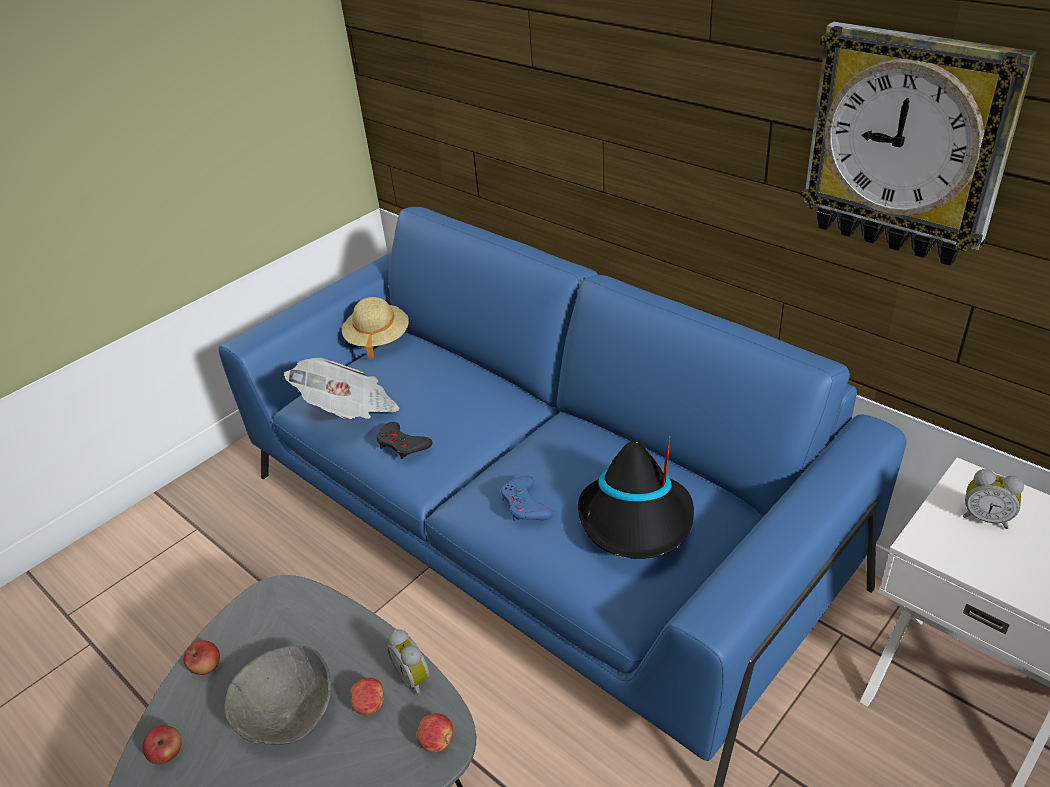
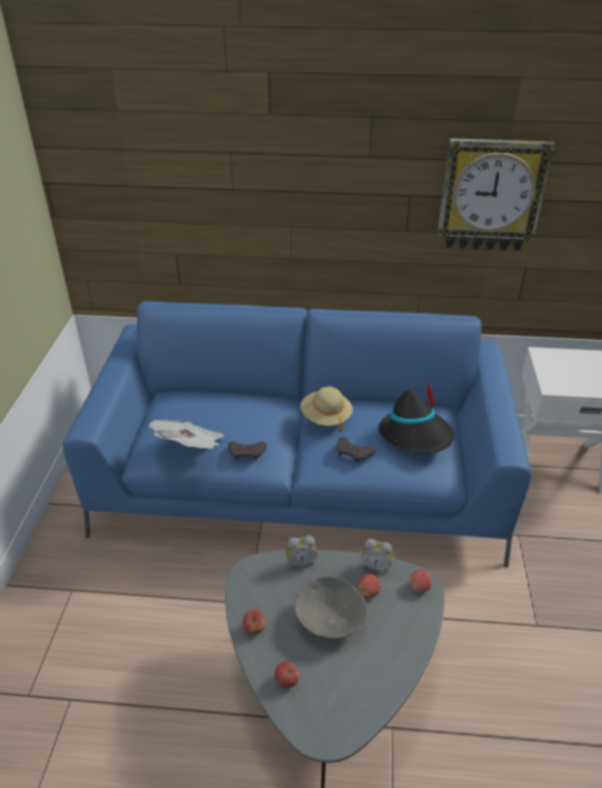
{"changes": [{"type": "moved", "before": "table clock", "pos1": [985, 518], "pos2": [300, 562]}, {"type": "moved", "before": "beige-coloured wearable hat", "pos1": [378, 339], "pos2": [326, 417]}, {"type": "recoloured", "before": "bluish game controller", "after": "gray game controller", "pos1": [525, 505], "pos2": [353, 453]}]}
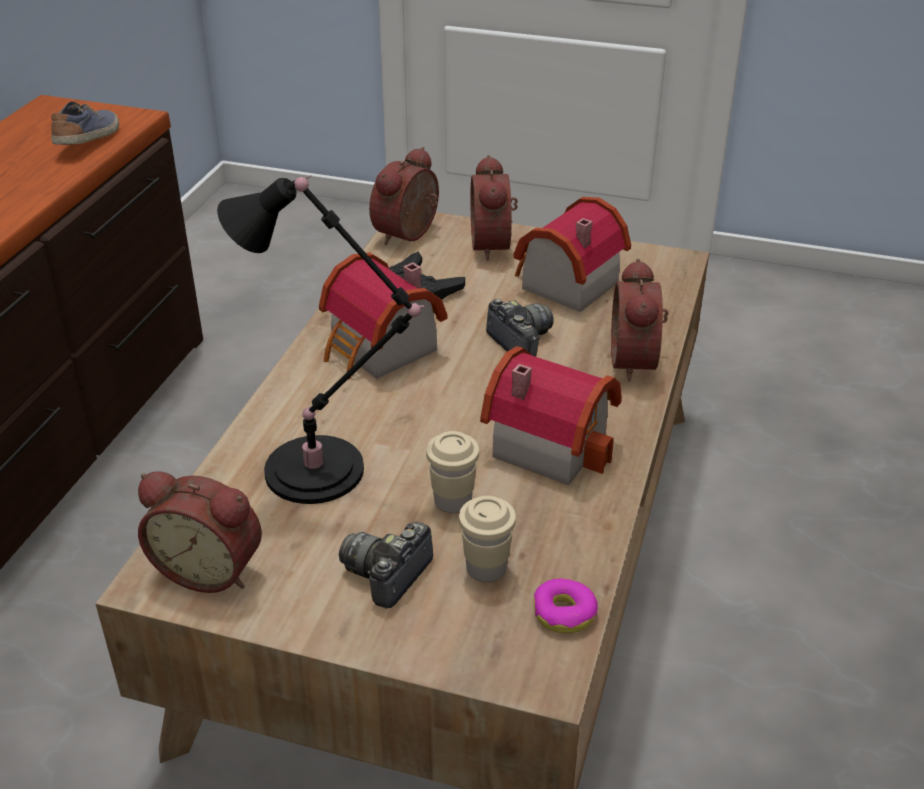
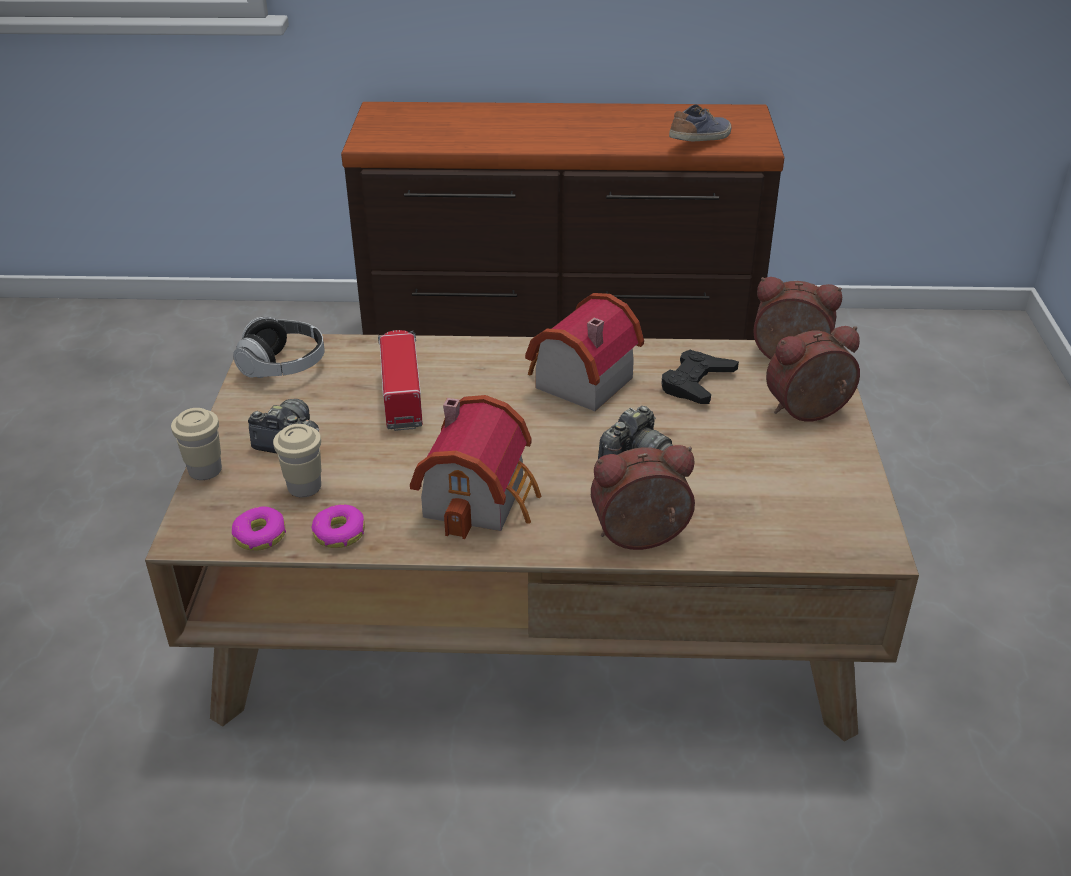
{"changes": [{"type": "moved", "before": "beige-coloured small cup", "pos1": [453, 501], "pos2": [205, 471]}, {"type": "replaced", "before": "table clock", "after": "headphones", "pos1": [211, 568], "pos2": [283, 366]}, {"type": "added", "after": "doughnut", "pos2": [339, 533]}, {"type": "replaced", "before": "blackish table lamp", "after": "toy truck", "pos1": [323, 471], "pos2": [401, 388]}, {"type": "turned", "before": "shoe", "pos1": [90, 140], "pos2": [701, 140], "turn": -45}, {"type": "removed", "before": "toy house", "pos1": [563, 284]}]}
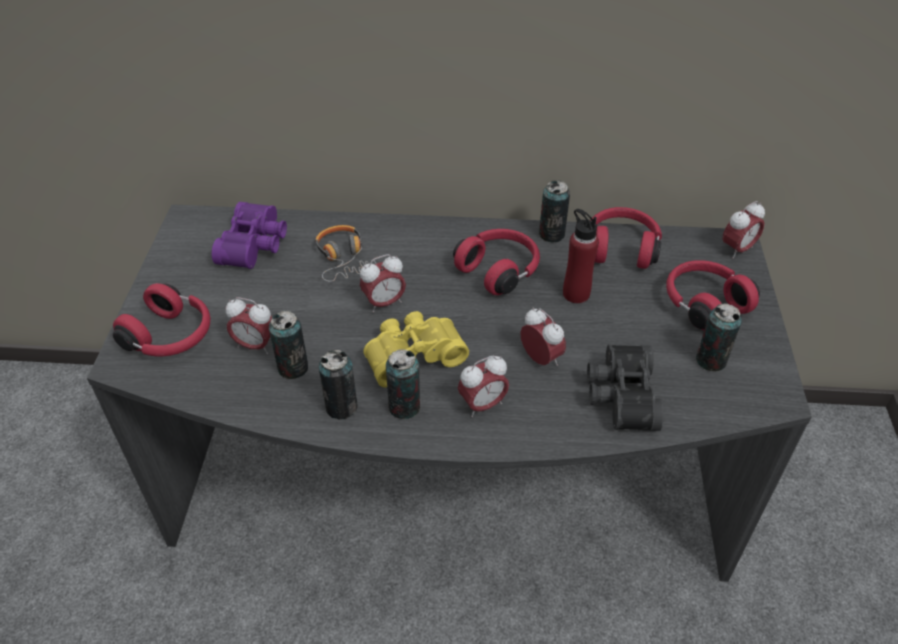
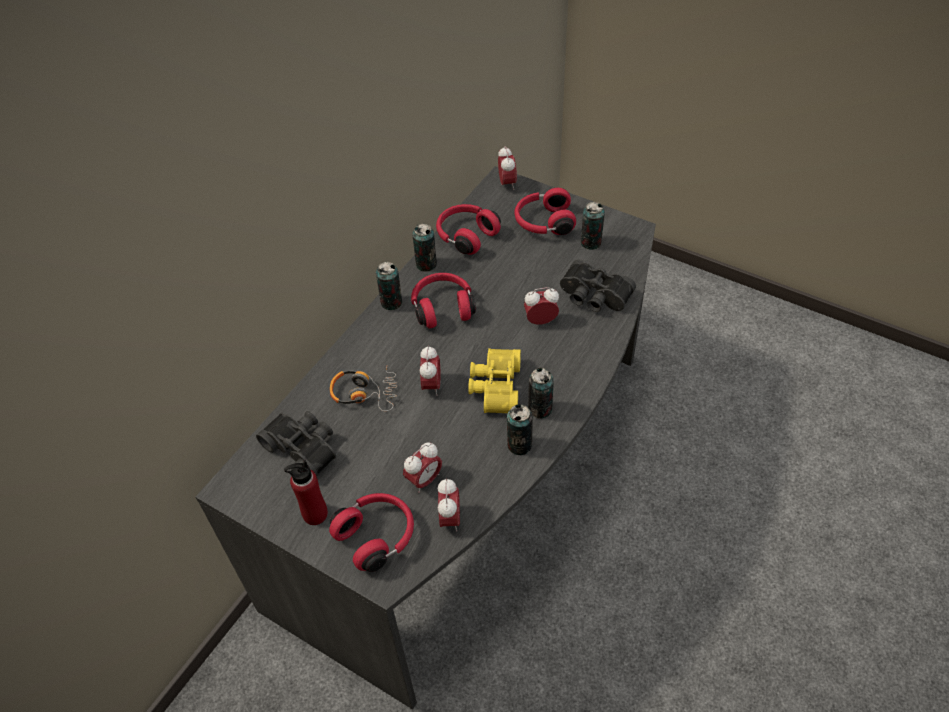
{"changes": [{"type": "recoloured", "before": "purplish binoculars", "after": "blackish binoculars", "pos1": [256, 245], "pos2": [304, 447]}, {"type": "moved", "before": "reddish beverage bottle", "pos1": [576, 294], "pos2": [315, 514]}, {"type": "moved", "before": "metal can", "pos1": [293, 368], "pos2": [391, 302]}, {"type": "moved", "before": "table clock", "pos1": [482, 405], "pos2": [450, 519]}]}
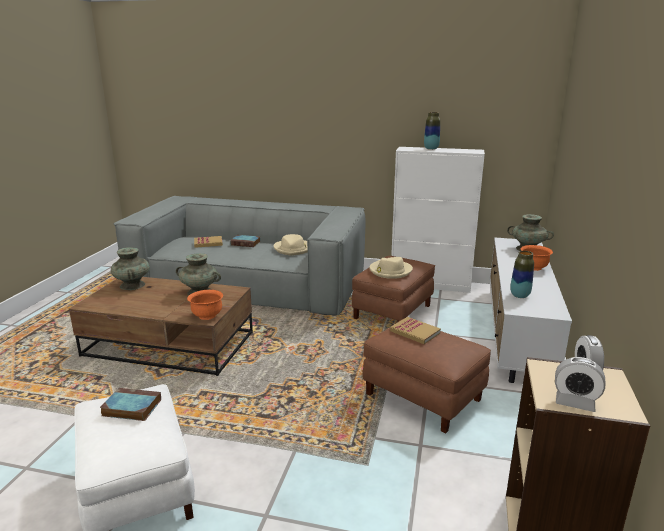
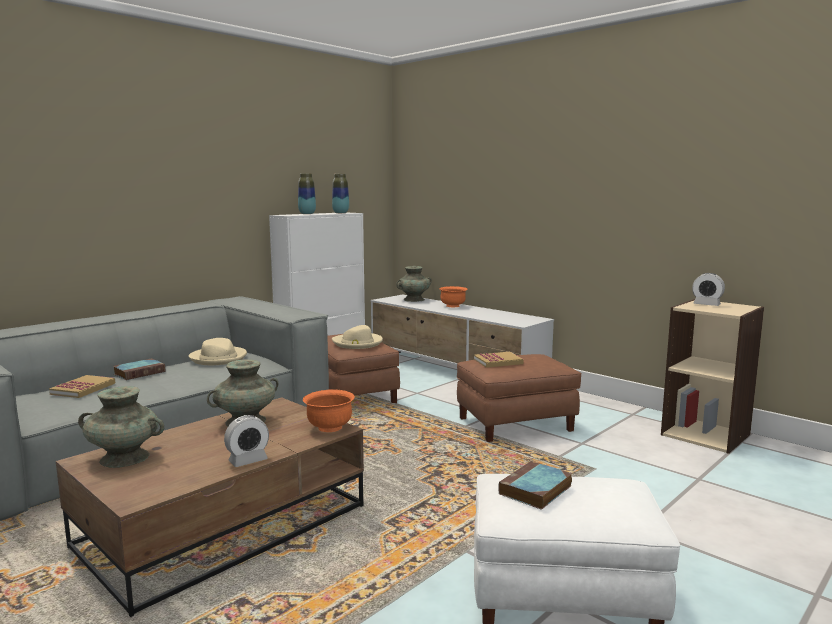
{"changes": [{"type": "moved", "before": "table clock", "pos1": [575, 403], "pos2": [248, 461]}, {"type": "moved", "before": "flower vase", "pos1": [519, 295], "pos2": [340, 213]}]}
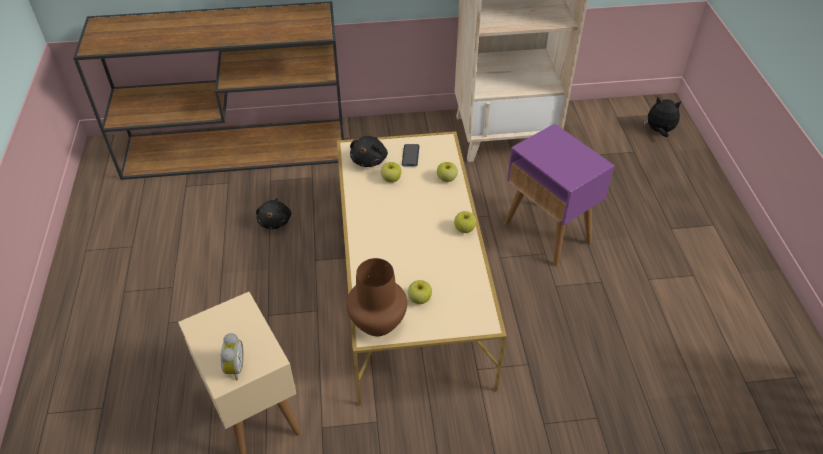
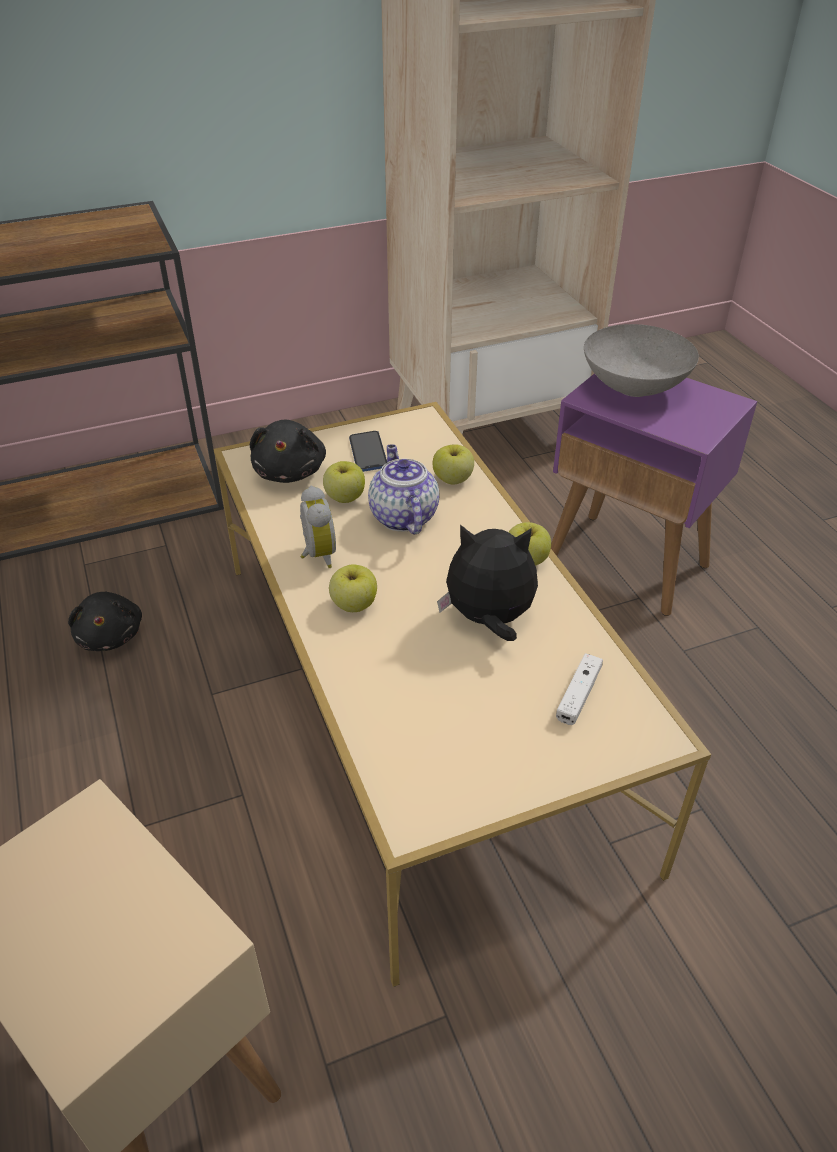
{"changes": [{"type": "moved", "before": "table clock", "pos1": [233, 368], "pos2": [316, 555]}, {"type": "moved", "before": "whole apple", "pos1": [419, 299], "pos2": [354, 604]}, {"type": "added", "after": "tea pot", "pos2": [402, 516]}, {"type": "moved", "before": "cuddly toy", "pos1": [659, 131], "pos2": [489, 620]}, {"type": "added", "after": "white-coloured game controller", "pos2": [578, 695]}, {"type": "added", "after": "gray bowl", "pos2": [635, 389]}, {"type": "removed", "before": "brownish flower vase", "pos1": [377, 323]}]}
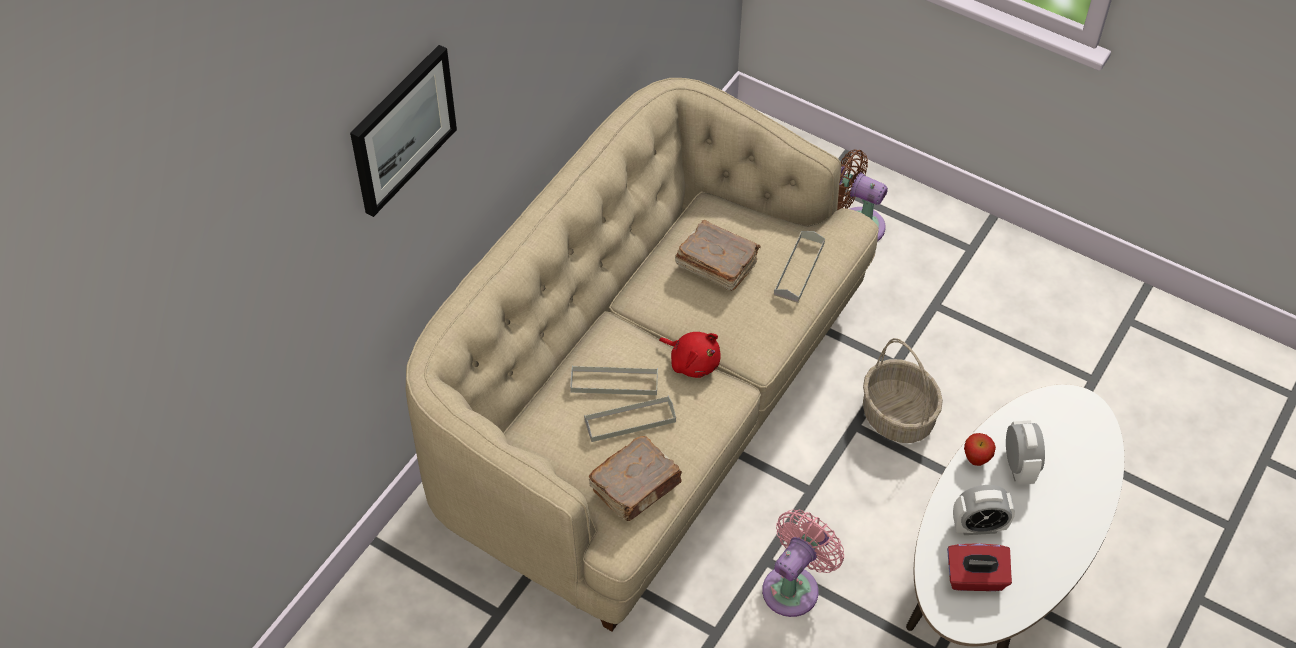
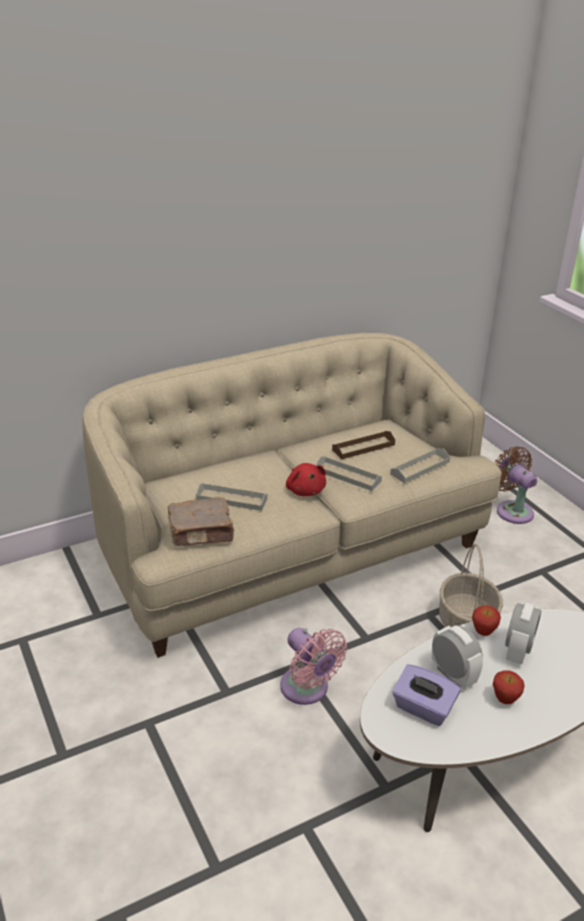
{"changes": [{"type": "turned", "before": "pink-coloured fan", "pos1": [794, 586], "pos2": [307, 689], "turn": 75}, {"type": "moved", "before": "gray carrying tray", "pos1": [614, 382], "pos2": [347, 476]}, {"type": "replaced", "before": "brownish volume", "after": "brownish carrying tray", "pos1": [715, 264], "pos2": [363, 447]}, {"type": "recoloured", "before": "reddish box of tissues", "after": "purplish box of tissues", "pos1": [975, 578], "pos2": [423, 708]}, {"type": "turned", "before": "table clock", "pos1": [978, 527], "pos2": [453, 675], "turn": -150}, {"type": "added", "after": "whole apple", "pos2": [505, 700]}, {"type": "removed", "before": "wall art", "pos1": [402, 129]}]}
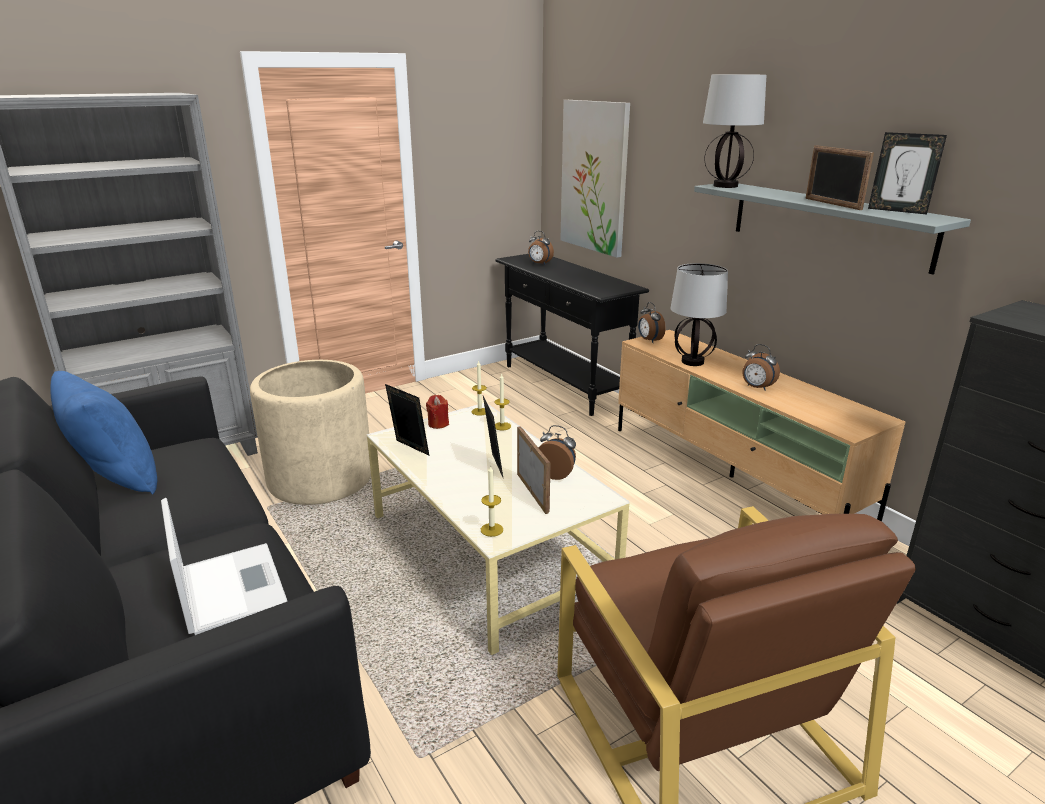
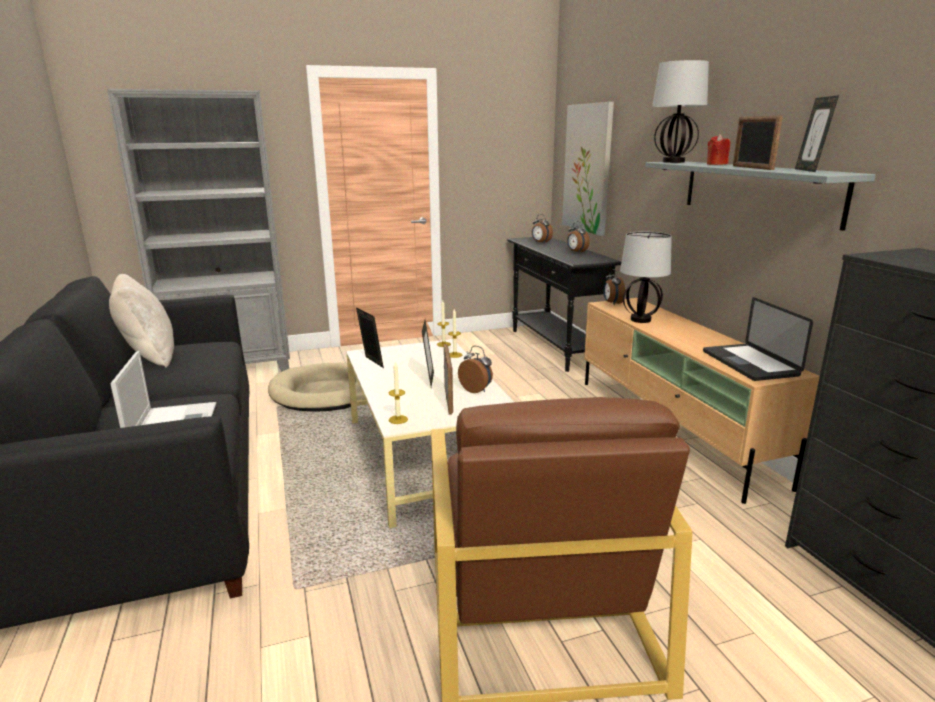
{"changes": [{"type": "recoloured", "before": "bluish cushion", "after": "beige-coloured cushion", "pos1": [116, 478], "pos2": [149, 356]}, {"type": "replaced", "before": "beige-coloured plant pot", "after": "beige-coloured pet bed", "pos1": [321, 478], "pos2": [326, 393]}, {"type": "moved", "before": "table clock", "pos1": [756, 388], "pos2": [576, 252]}, {"type": "added", "after": "portable computer", "pos2": [749, 363]}, {"type": "moved", "before": "reddish wax light", "pos1": [438, 424], "pos2": [716, 164]}, {"type": "turned", "before": "picture frame", "pos1": [897, 210], "pos2": [809, 170], "turn": 45}]}
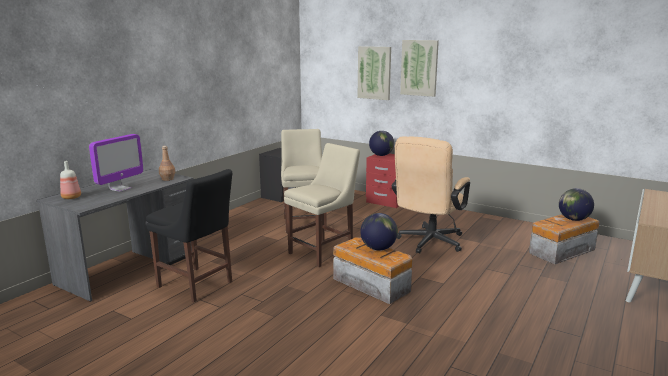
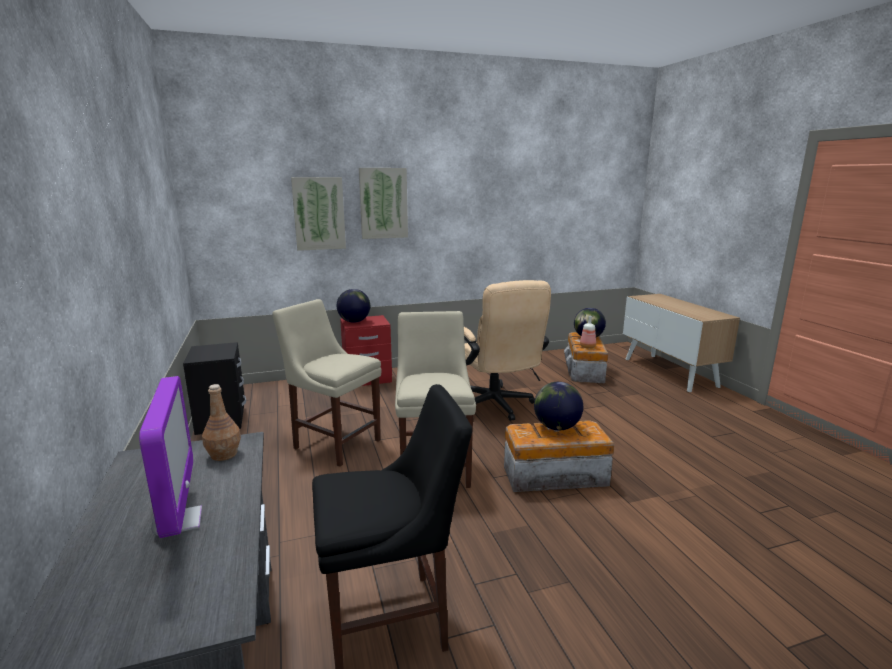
{"changes": [{"type": "moved", "before": "beverage bottle", "pos1": [72, 197], "pos2": [587, 346]}]}
